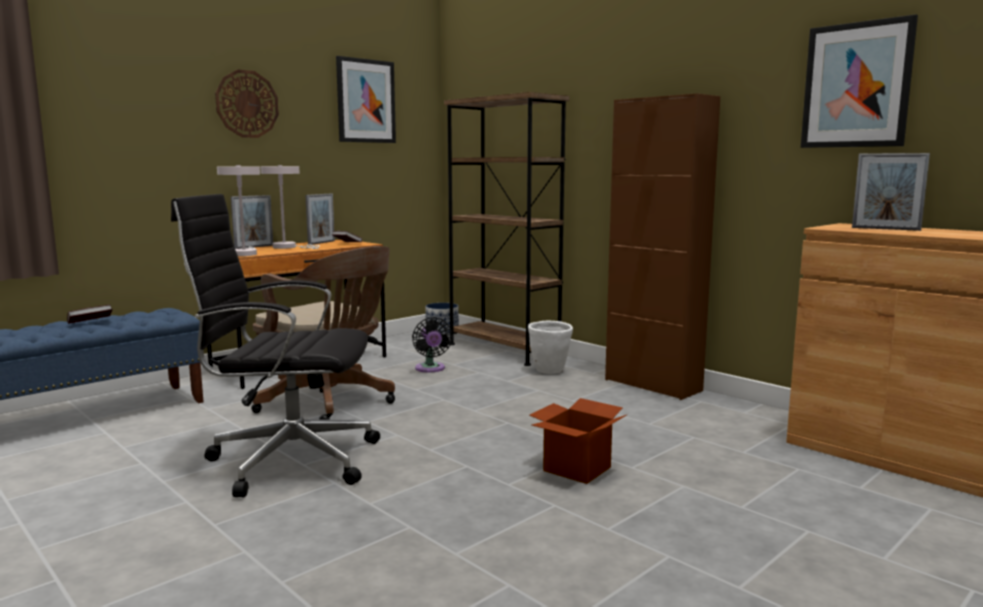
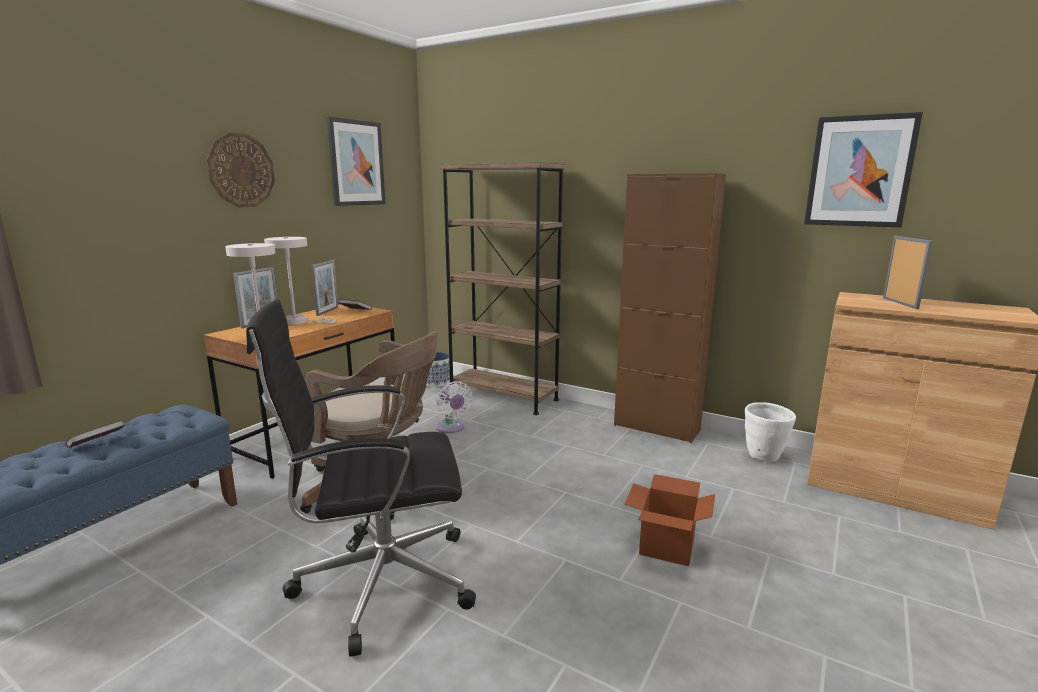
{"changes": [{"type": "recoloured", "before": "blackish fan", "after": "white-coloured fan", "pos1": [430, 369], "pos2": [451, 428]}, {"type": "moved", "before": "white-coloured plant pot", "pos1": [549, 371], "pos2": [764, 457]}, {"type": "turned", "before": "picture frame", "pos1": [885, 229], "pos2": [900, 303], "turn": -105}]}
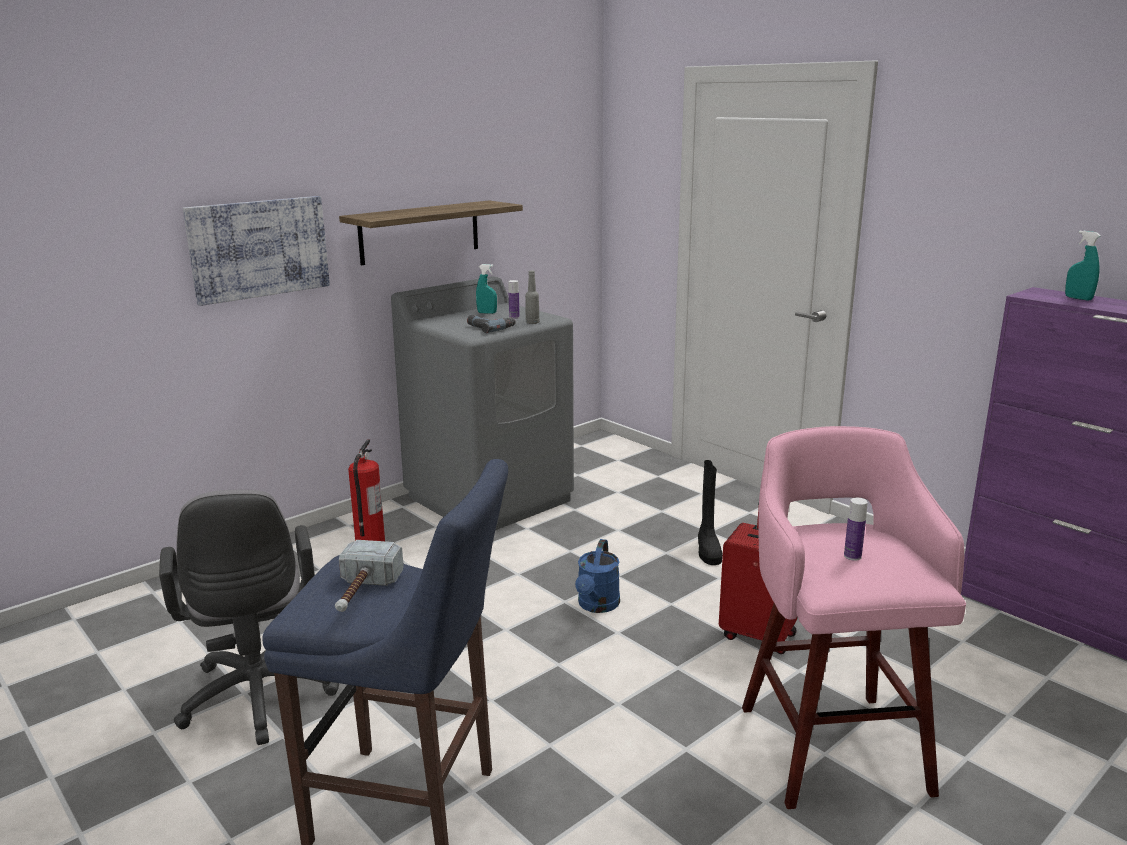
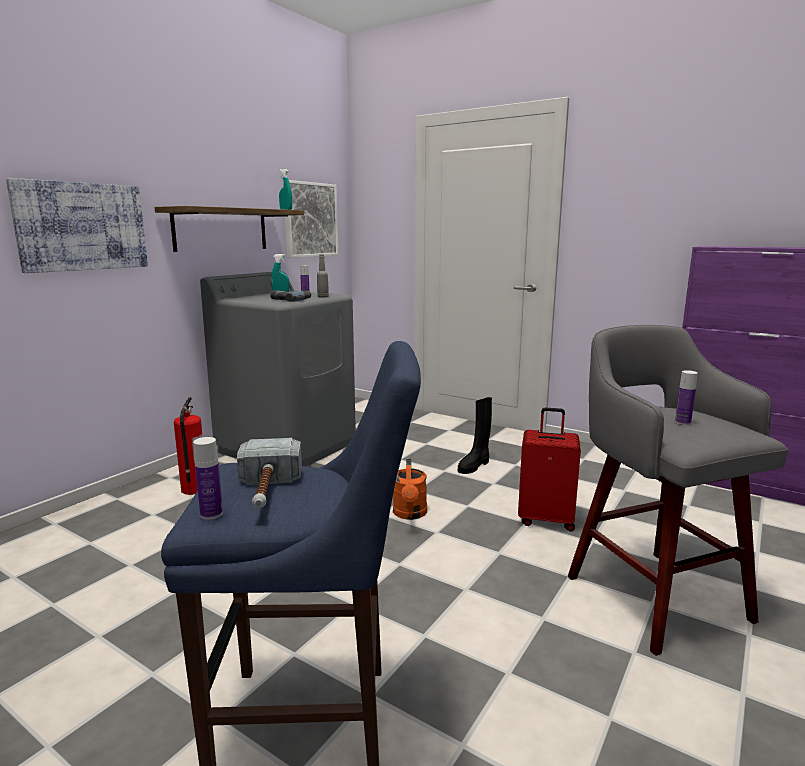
{"changes": [{"type": "added", "after": "beverage bottle", "pos2": [211, 514]}, {"type": "moved", "before": "blue-green hand sprayer", "pos1": [1078, 298], "pos2": [286, 210]}, {"type": "added", "after": "wall art", "pos2": [310, 220]}, {"type": "recoloured", "before": "bluish sprinkling can", "after": "orangey sprinkling can", "pos1": [597, 606], "pos2": [410, 514]}, {"type": "turned", "before": "blackish boot", "pos1": [708, 550], "pos2": [474, 466], "turn": 60}, {"type": "recoloured", "before": "pink-coloured stool seat", "after": "gray stool seat", "pos1": [831, 744], "pos2": [652, 594]}, {"type": "removed", "before": "gray desk chair", "pos1": [258, 701]}]}
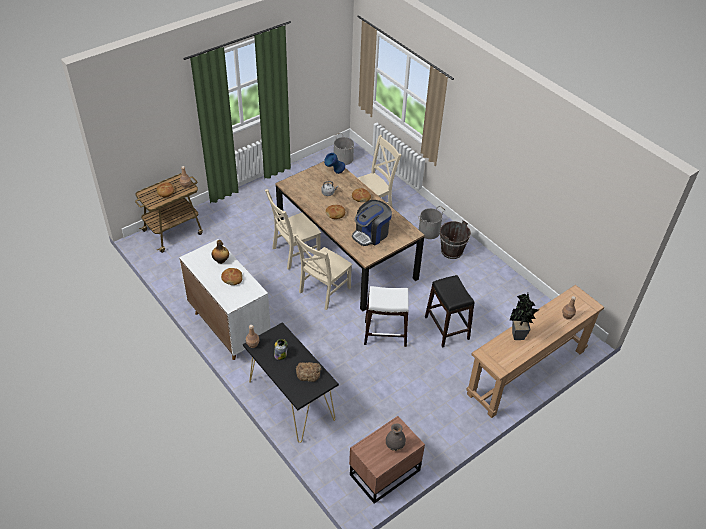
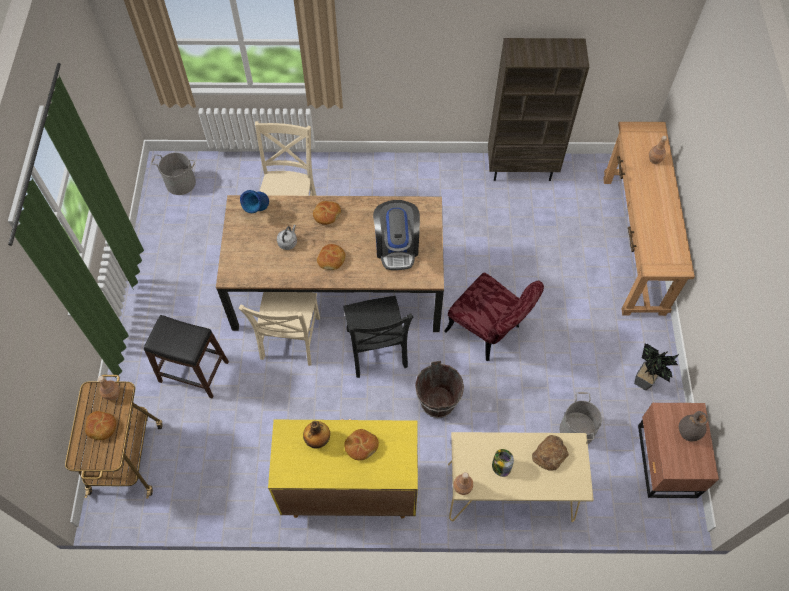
{"changes": [{"type": "moved", "before": "blackish stool seat", "pos1": [447, 328], "pos2": [194, 371]}, {"type": "recoloured", "before": "white-coloured cabinet", "after": "yellow cabinet", "pos1": [229, 327], "pos2": [349, 490]}, {"type": "recoloured", "before": "beige-coloured plain chair", "after": "blackish plain chair", "pos1": [323, 291], "pos2": [376, 351]}, {"type": "moved", "before": "brownish pail", "pos1": [451, 251], "pos2": [437, 402]}, {"type": "replaced", "before": "white-coloured stool seat", "after": "reddish plain chair", "pos1": [385, 334], "pos2": [489, 332]}, {"type": "recoloured", "before": "blackish narrow table", "after": "beige-coloured narrow table", "pos1": [291, 400], "pos2": [509, 491]}, {"type": "added", "after": "brownish bookcase", "pos2": [521, 169]}, {"type": "moved", "before": "gray pail", "pos1": [429, 231], "pos2": [577, 430]}, {"type": "moved", "before": "potted plant", "pos1": [517, 337], "pos2": [644, 385]}]}
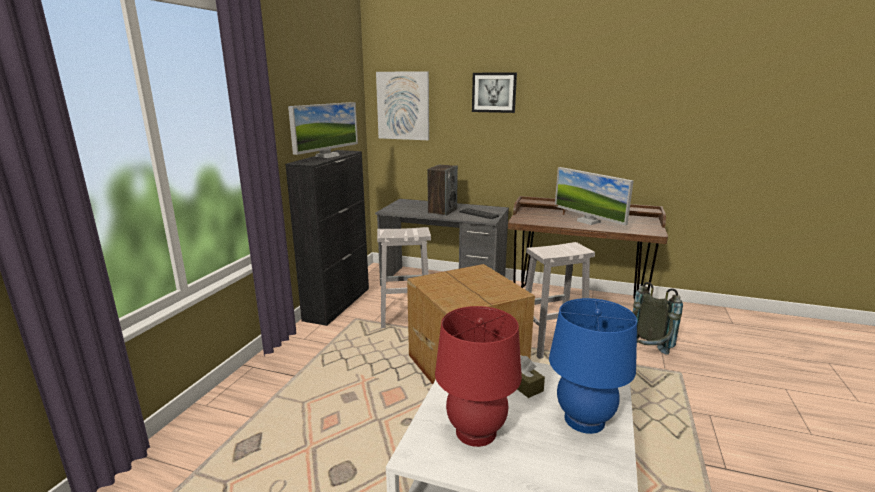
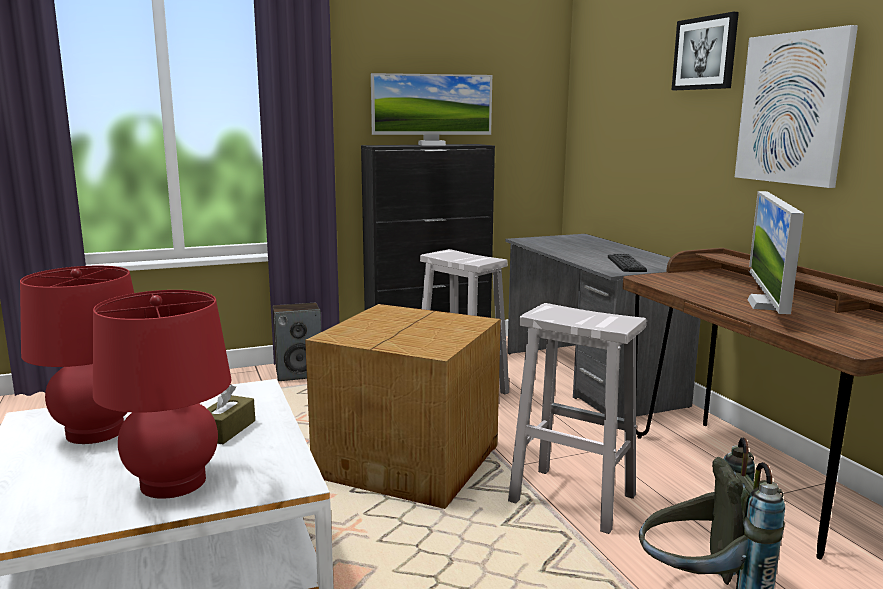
{"changes": [{"type": "recoloured", "before": "bluish table lamp", "after": "reddish table lamp", "pos1": [584, 420], "pos2": [173, 482]}, {"type": "moved", "before": "loudspeaker", "pos1": [442, 211], "pos2": [299, 373]}, {"type": "moved", "before": "wall art", "pos1": [403, 106], "pos2": [793, 109]}]}
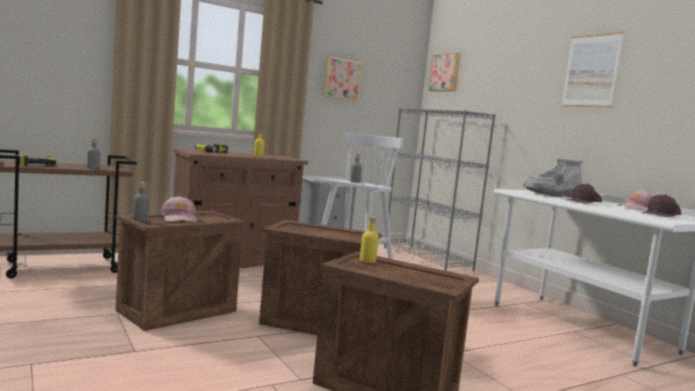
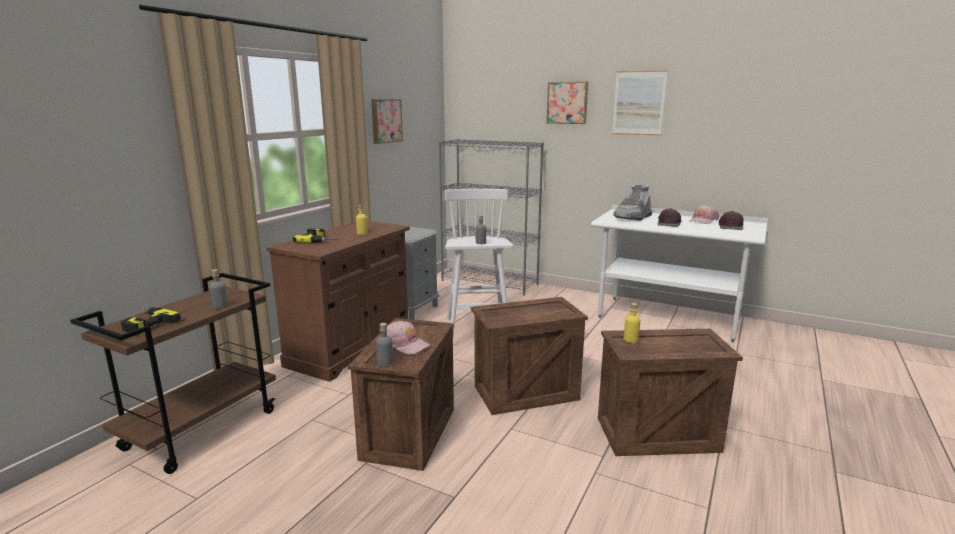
{"changes": [{"type": "moved", "before": "wall art", "pos1": [445, 72], "pos2": [567, 102]}]}
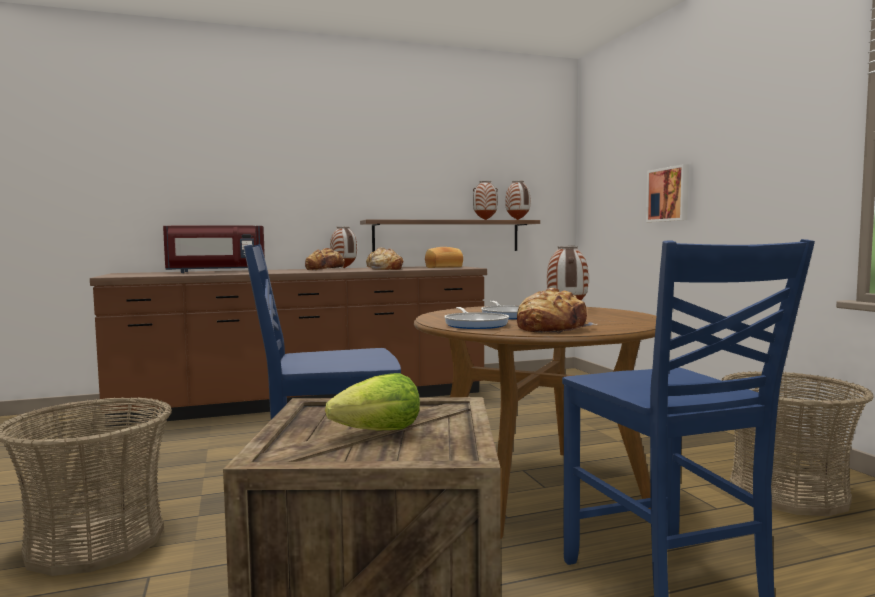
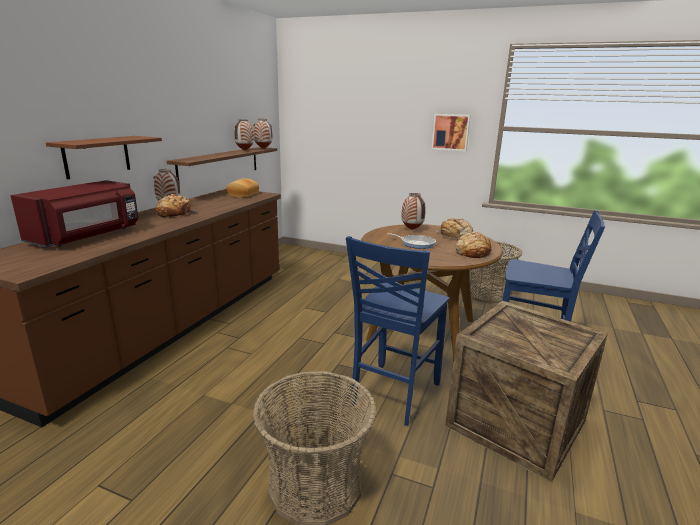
{"changes": [{"type": "added", "after": "brownish bracket shelf", "pos2": [97, 156]}, {"type": "moved", "before": "wall art", "pos1": [669, 194], "pos2": [450, 132]}, {"type": "moved", "before": "bread", "pos1": [383, 269], "pos2": [455, 236]}, {"type": "removed", "before": "lettuce head", "pos1": [379, 432]}, {"type": "removed", "before": "pan", "pos1": [475, 324]}]}
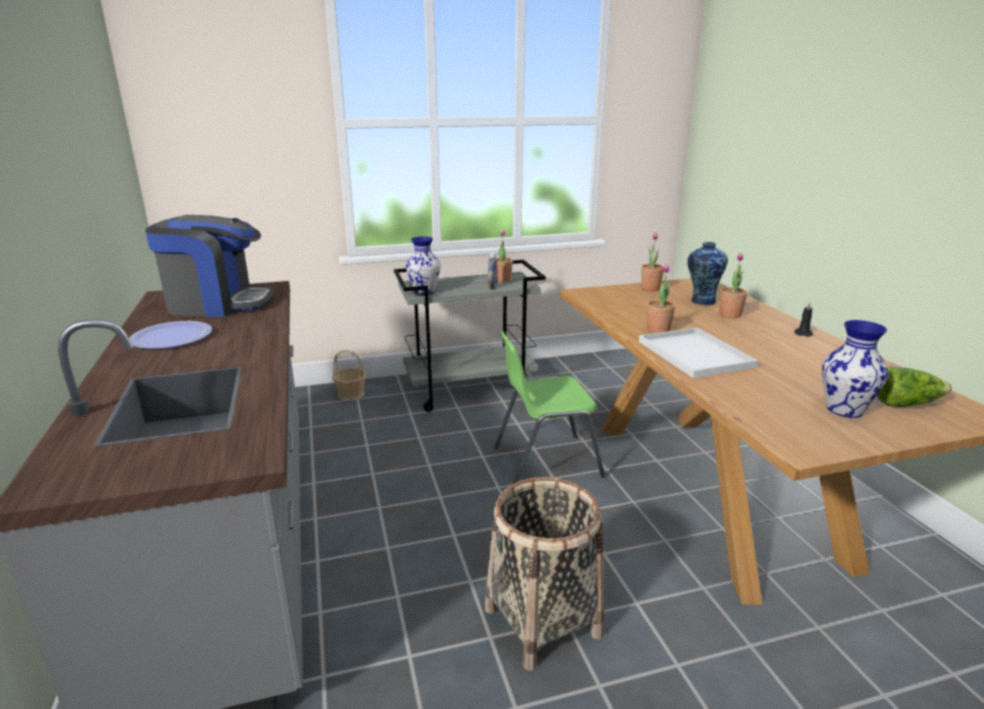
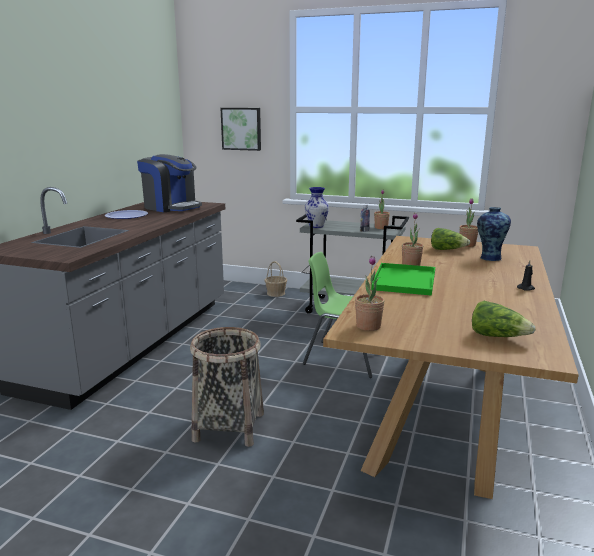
{"changes": [{"type": "added", "after": "wall art", "pos2": [241, 129]}, {"type": "moved", "before": "potted plant", "pos1": [730, 315], "pos2": [368, 326]}, {"type": "recoloured", "before": "white-coloured carrying tray", "after": "green-coloured carrying tray", "pos1": [697, 354], "pos2": [405, 281]}, {"type": "added", "after": "lettuce head", "pos2": [447, 250]}, {"type": "removed", "before": "flower vase", "pos1": [845, 410]}]}
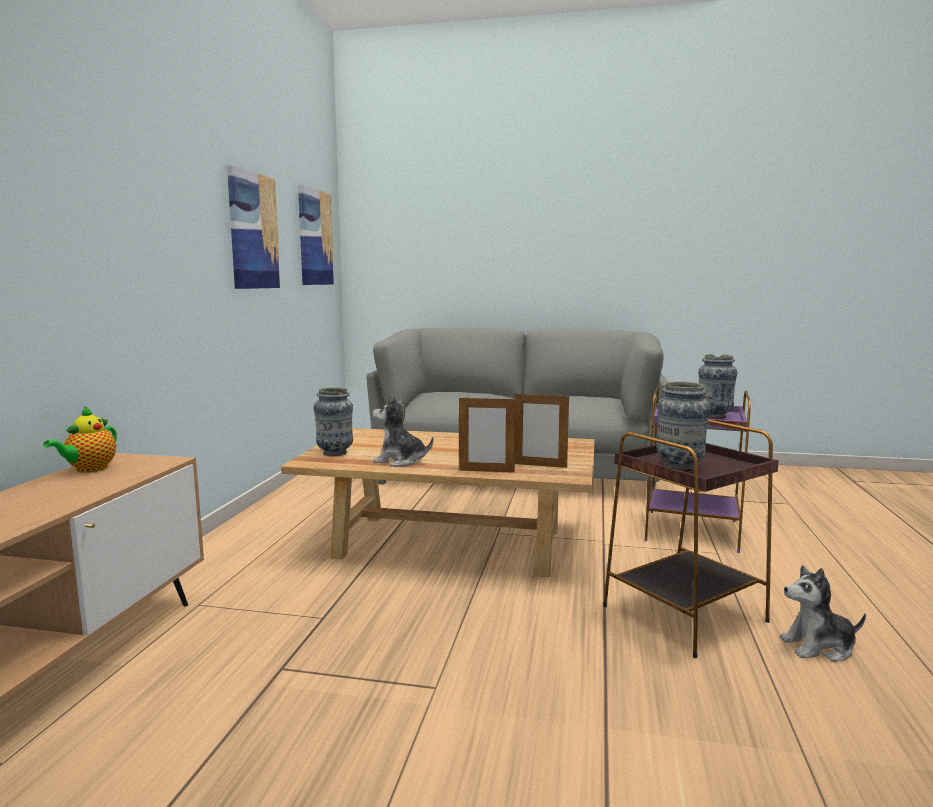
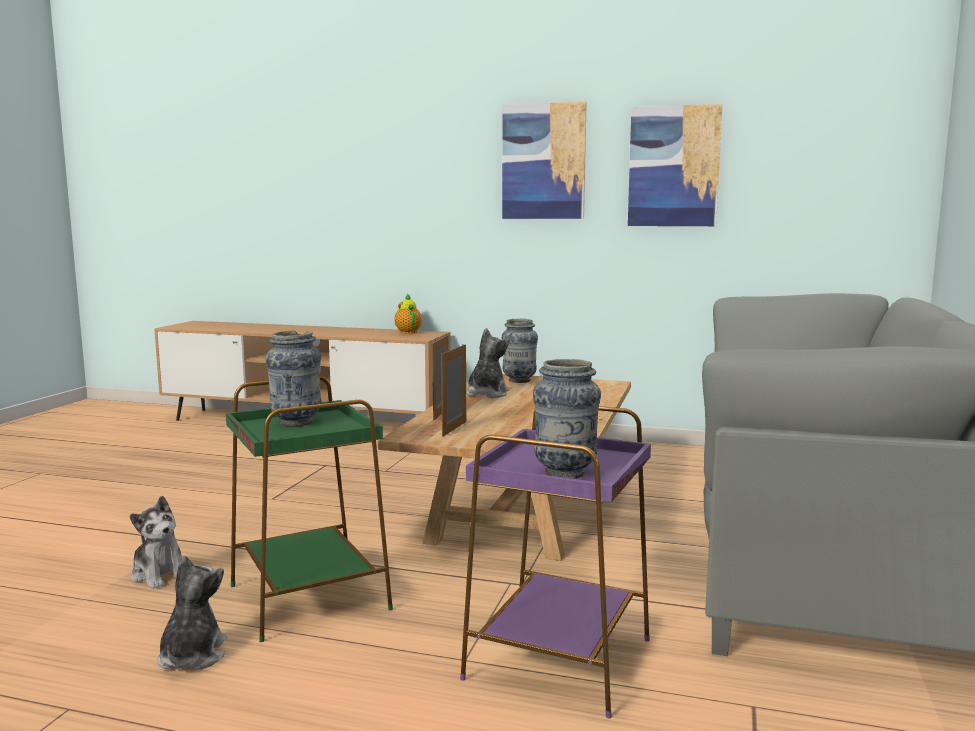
{"changes": [{"type": "added", "after": "cuddly toy", "pos2": [160, 574]}, {"type": "recoloured", "before": "brownish accent table", "after": "green-coloured accent table", "pos1": [686, 613], "pos2": [308, 598]}, {"type": "turned", "before": "tea pot", "pos1": [89, 469], "pos2": [407, 332], "turn": 45}, {"type": "moved", "before": "wall art", "pos1": [315, 237], "pos2": [543, 161]}]}
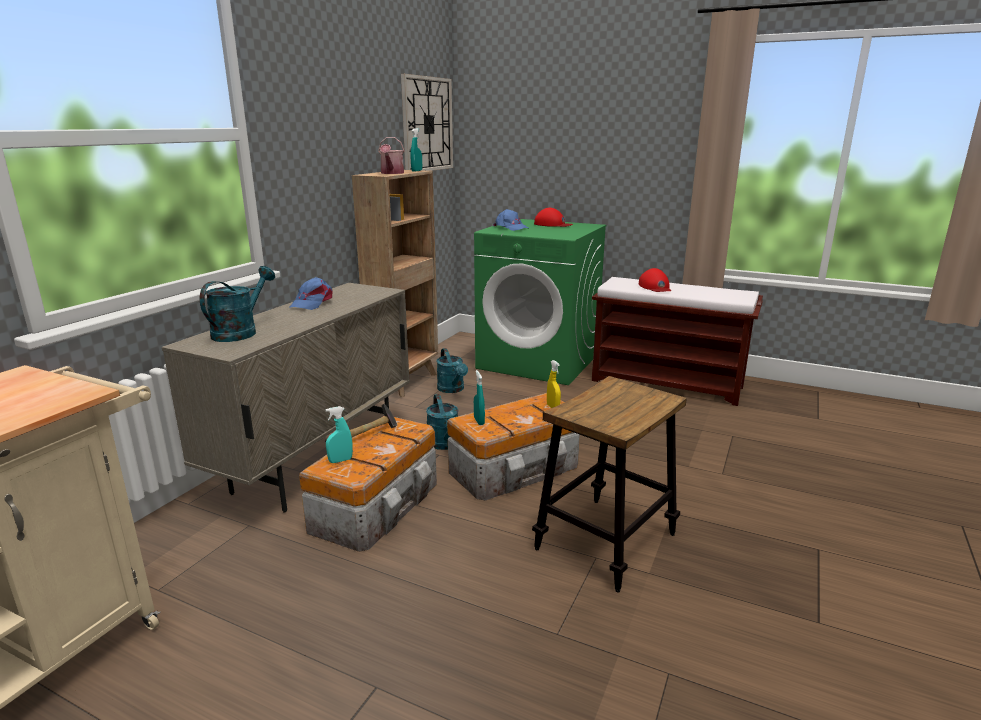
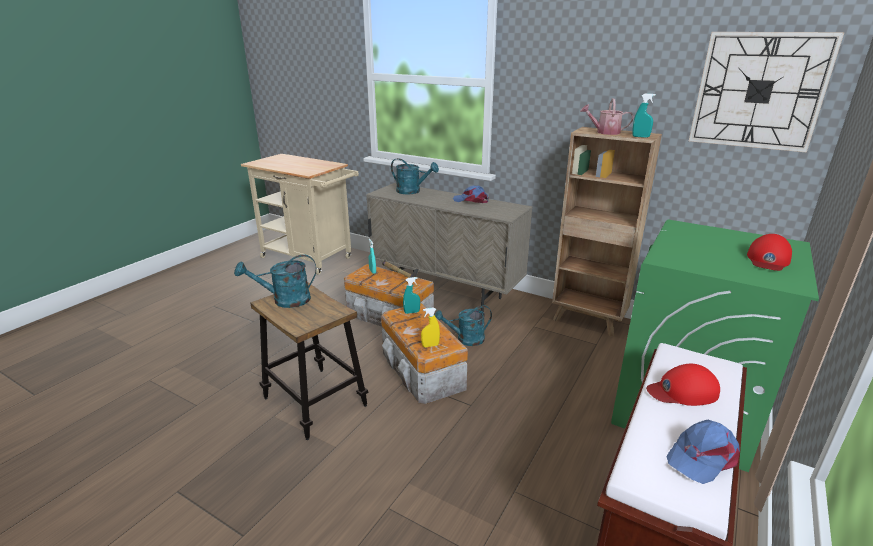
{"changes": [{"type": "moved", "before": "blue-green sprinkling can", "pos1": [452, 389], "pos2": [285, 301]}, {"type": "moved", "before": "bluish peaked cap", "pos1": [511, 228], "pos2": [701, 456]}]}
